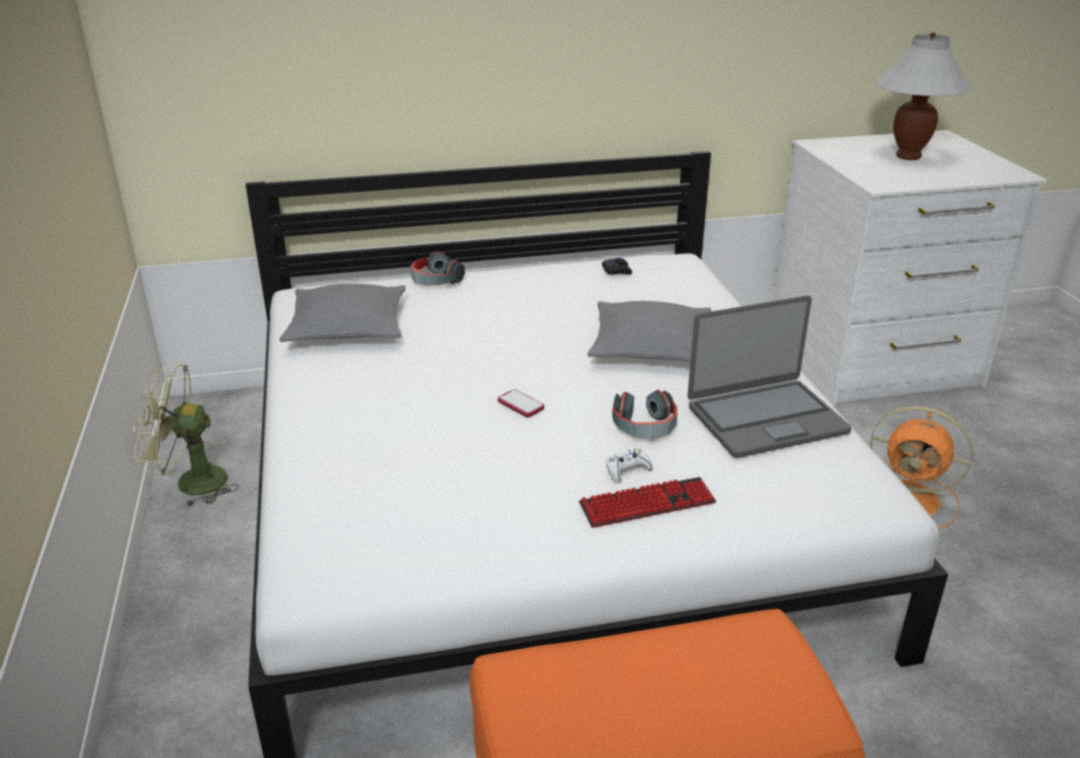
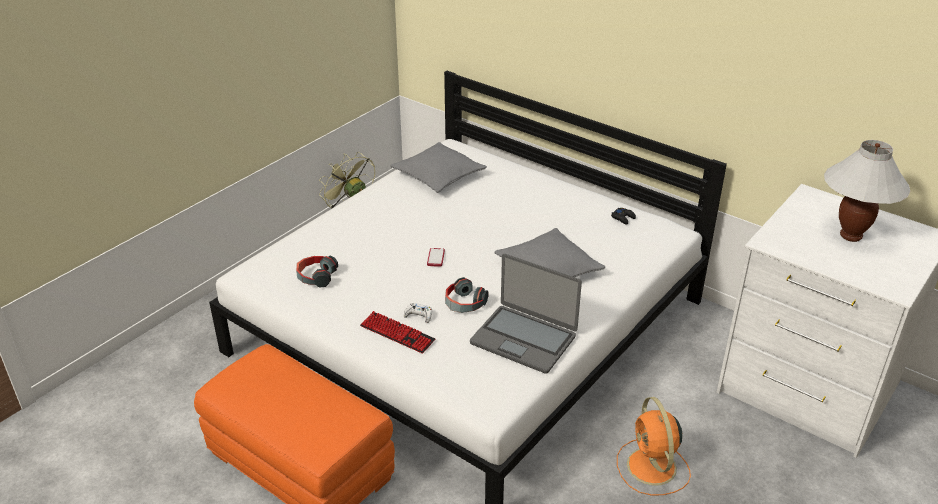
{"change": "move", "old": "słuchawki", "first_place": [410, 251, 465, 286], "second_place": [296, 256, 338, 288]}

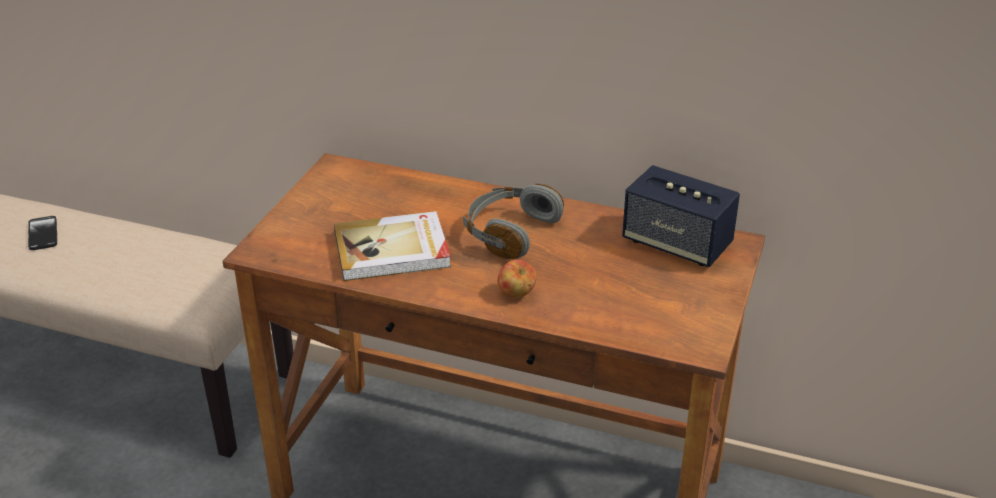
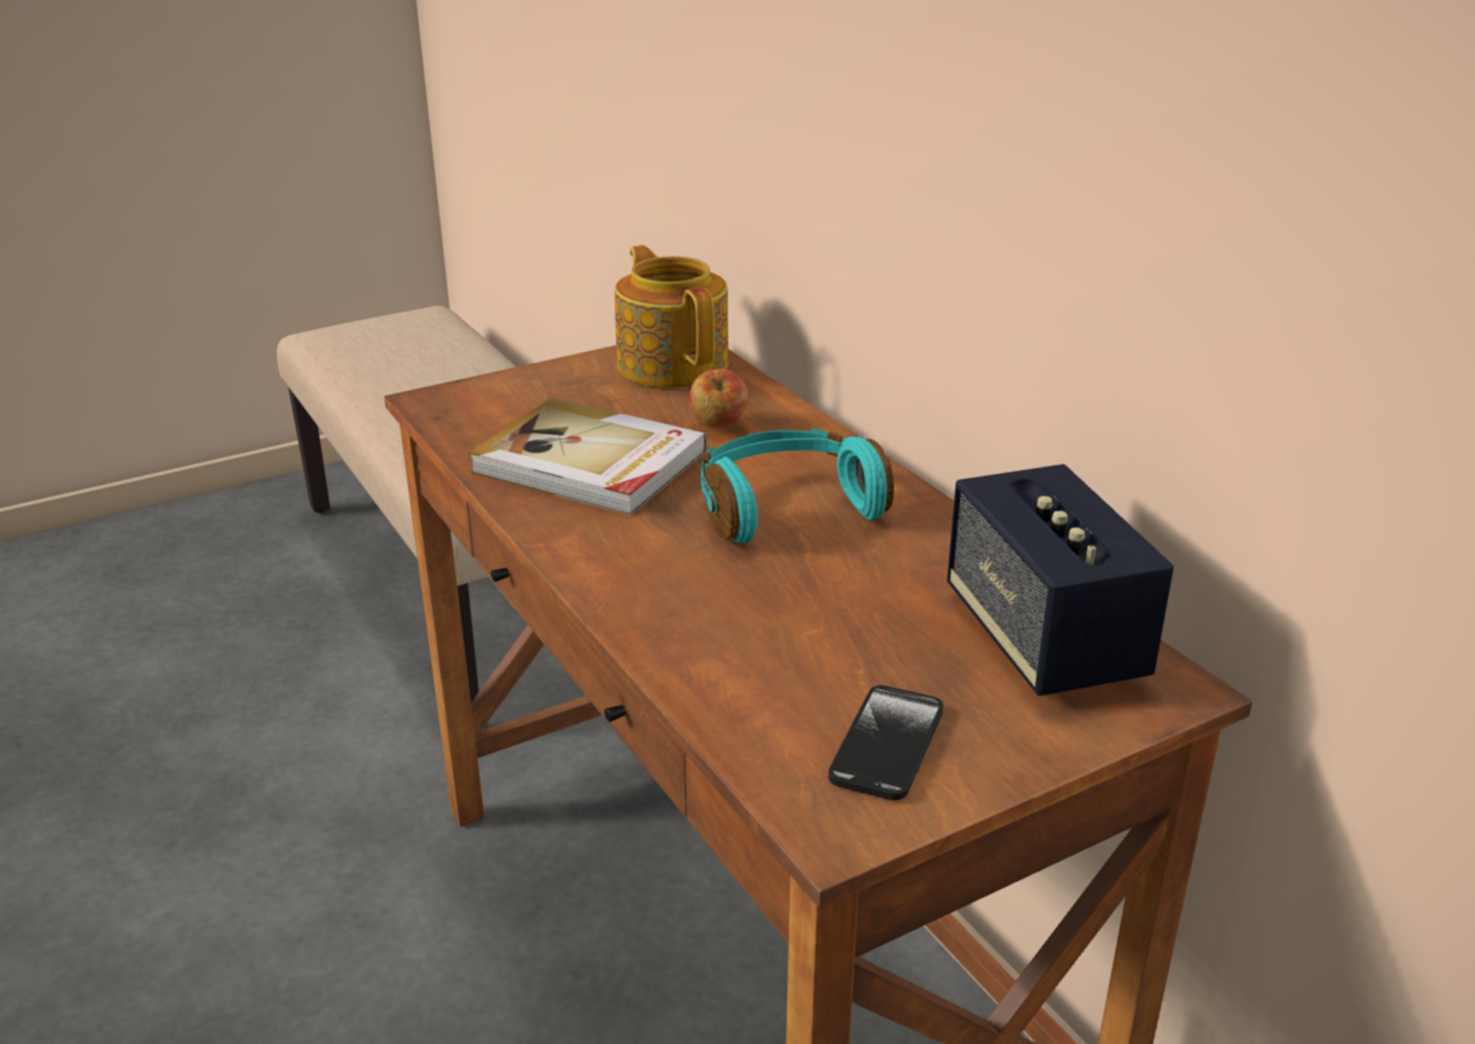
{"change": "insert", "new": "imbryk", "second_place": [615, 245, 728, 388]}
{"change": "move", "old": "jabłko", "first_place": [497, 259, 536, 297], "second_place": [689, 369, 748, 428]}
{"change": "recolor", "old": "słuchawki/szary", "new": "słuchawki/turkusowy", "first_place": [463, 184, 564, 259], "second_place": [701, 428, 894, 543]}
{"change": "move", "old": "telefon", "first_place": [28, 216, 57, 250], "second_place": [828, 685, 944, 800]}

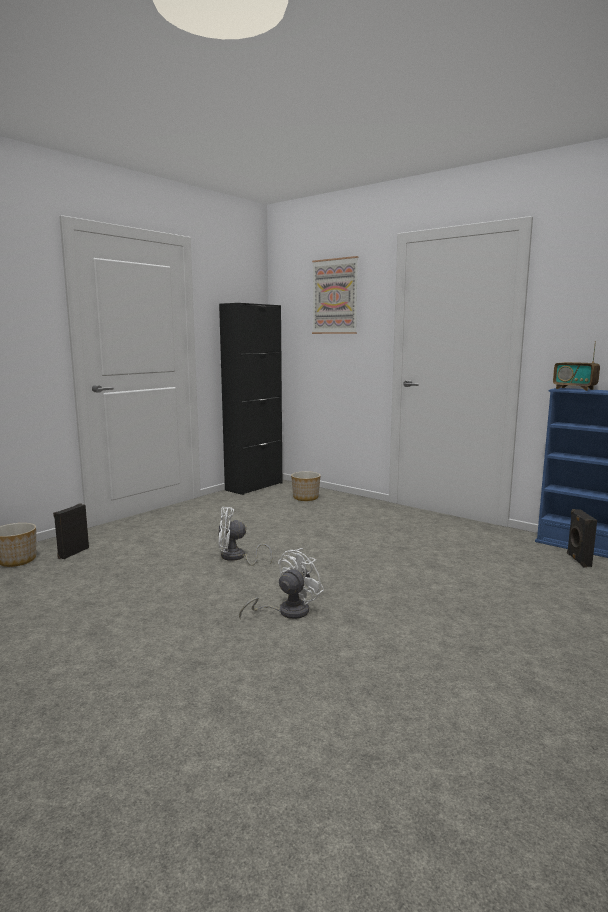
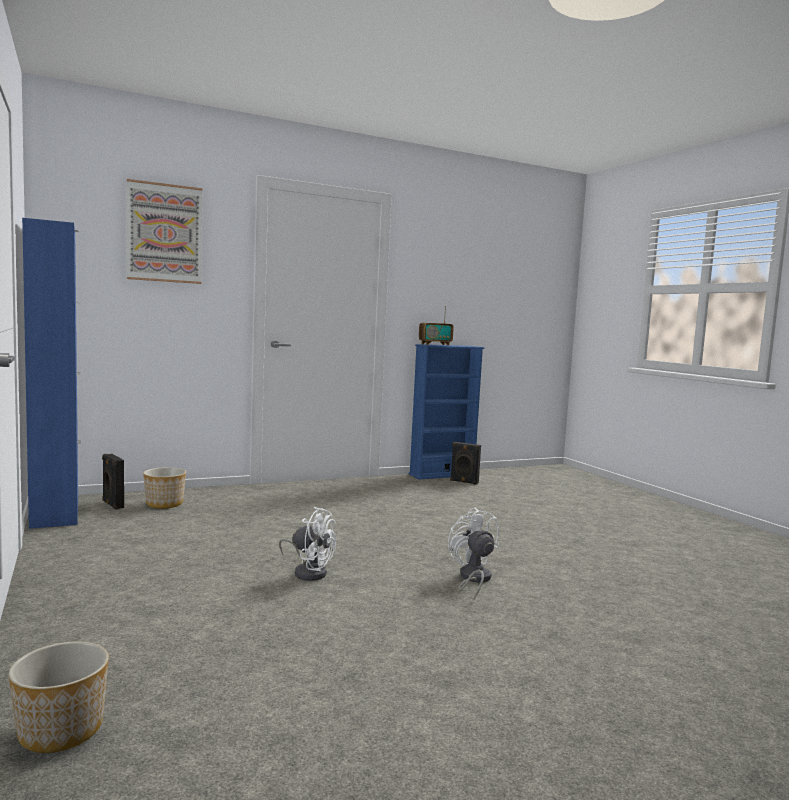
{"change": "recolor", "old": "szafka/czarny", "new": "szafka/niebieski", "first_place": [219, 303, 282, 495], "second_place": [22, 218, 81, 529]}
{"change": "move", "old": "głośnik/czarny", "first_place": [53, 503, 89, 559], "second_place": [102, 454, 124, 510]}
{"change": "rotate", "old": "wentylator/biały", "first_place": [218, 507, 273, 566], "second_place": [279, 507, 336, 581], "degrees": -90}

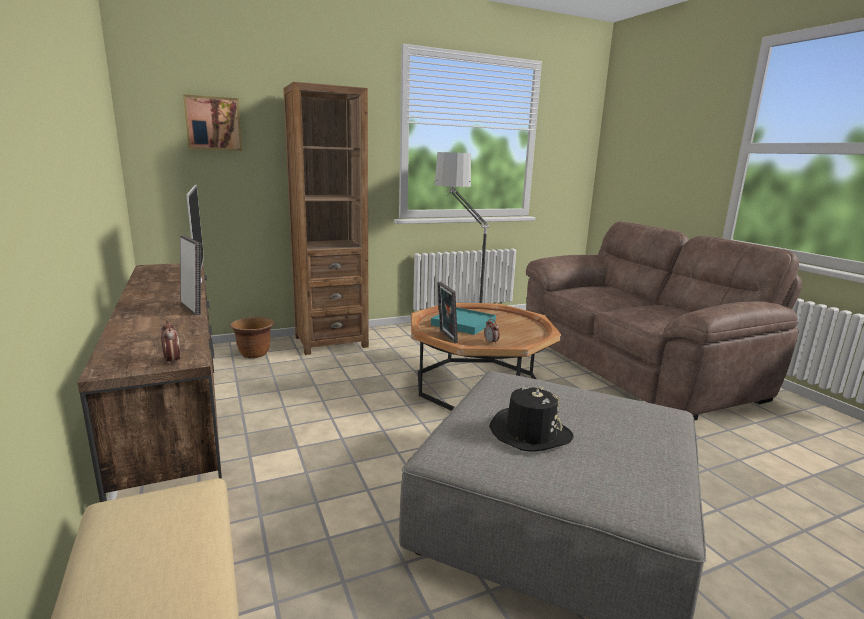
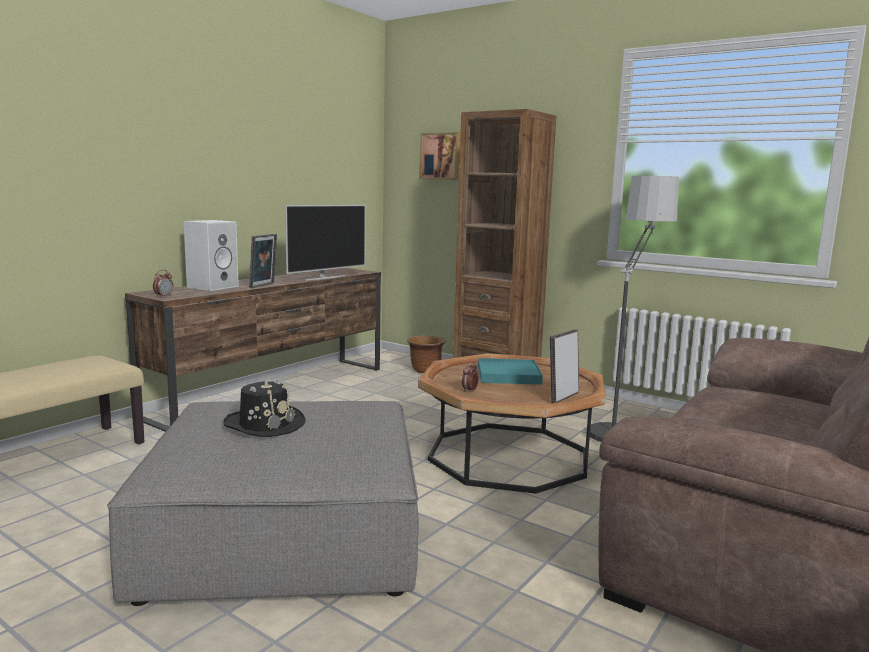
{"change": "insert", "new": "głośnik/biały", "second_place": [183, 220, 239, 291]}
{"change": "move", "old": "ramka na zdjęcie", "first_place": [437, 282, 458, 343], "second_place": [550, 329, 579, 403]}

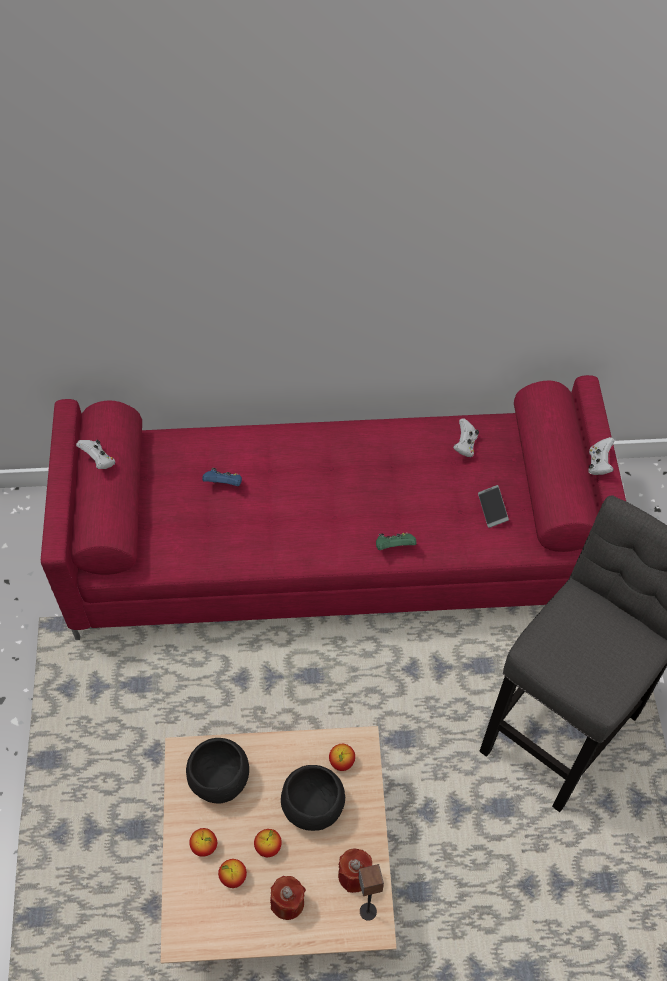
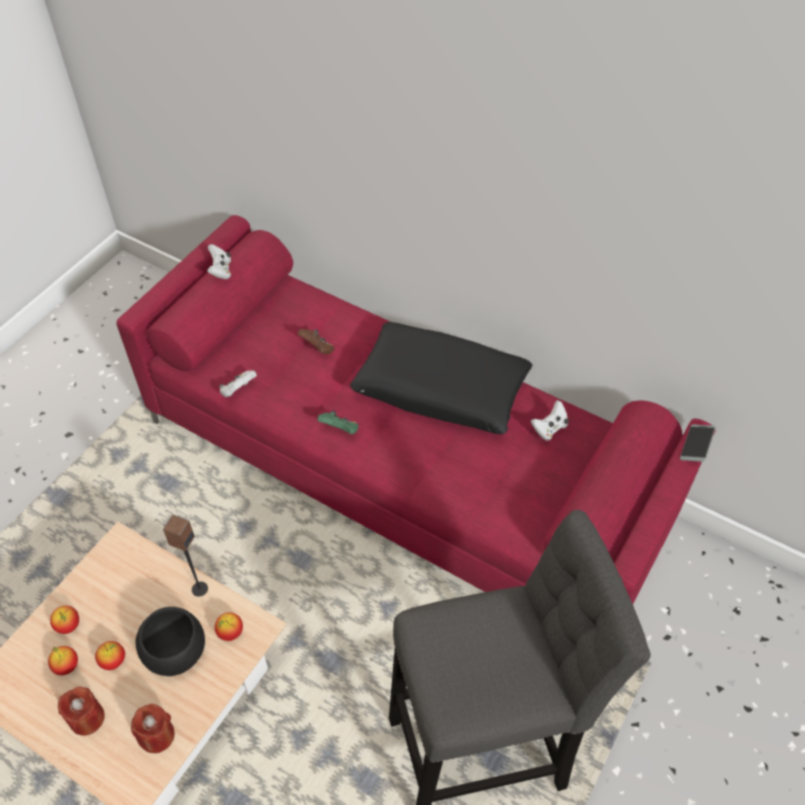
{"change": "move", "old": "głośnik", "first_place": [359, 864, 384, 921], "second_place": [163, 515, 208, 597]}
{"change": "move", "old": "pad do gier/biały", "first_place": [588, 437, 615, 475], "second_place": [219, 371, 257, 397]}
{"change": "recolor", "old": "pad do gier/niebieski", "new": "pad do gier/brązowy", "first_place": [202, 468, 242, 486], "second_place": [298, 329, 334, 354]}
{"change": "move", "old": "pad do gier/zielony", "first_place": [376, 533, 416, 550], "second_place": [317, 410, 359, 434]}
{"change": "insert", "new": "poduszka/czarny", "second_place": [350, 322, 532, 434]}
{"change": "move", "old": "telefon", "first_place": [478, 485, 509, 528], "second_place": [680, 424, 716, 462]}
{"change": "delete", "old": "miska/czarny", "first_place": [186, 738, 249, 804]}

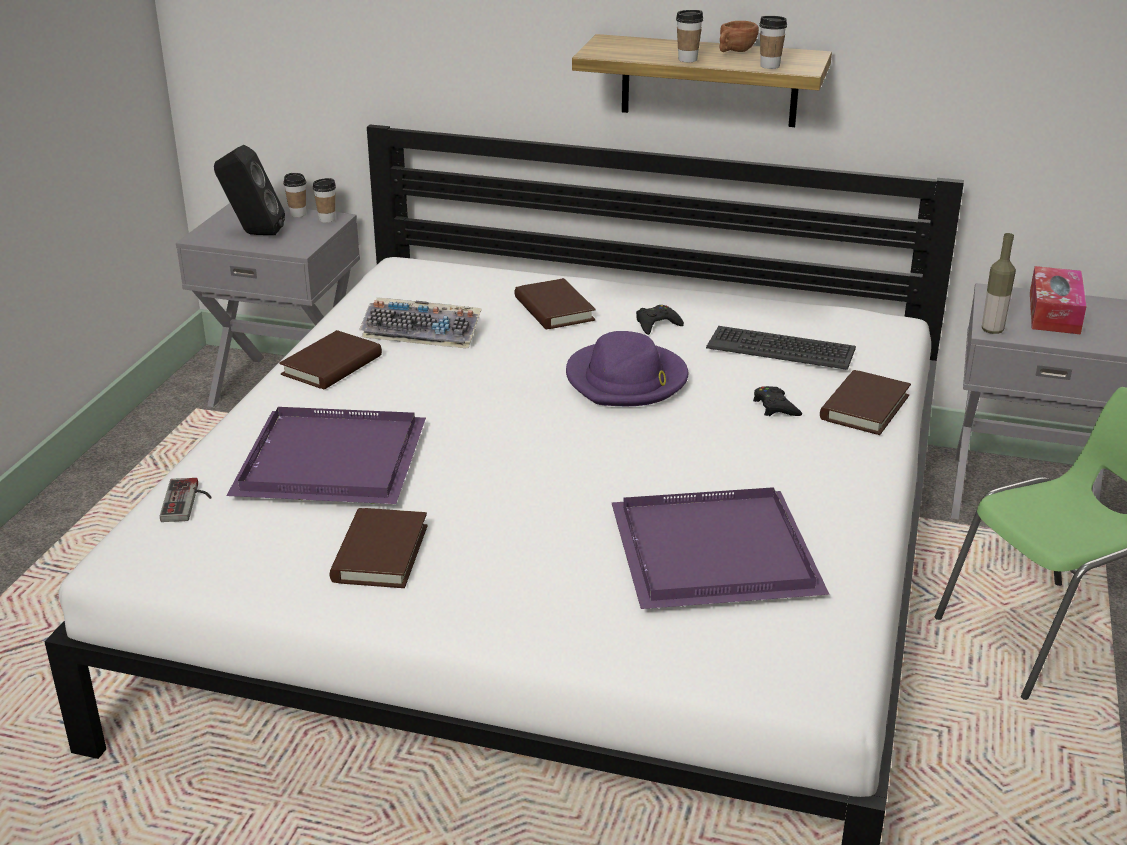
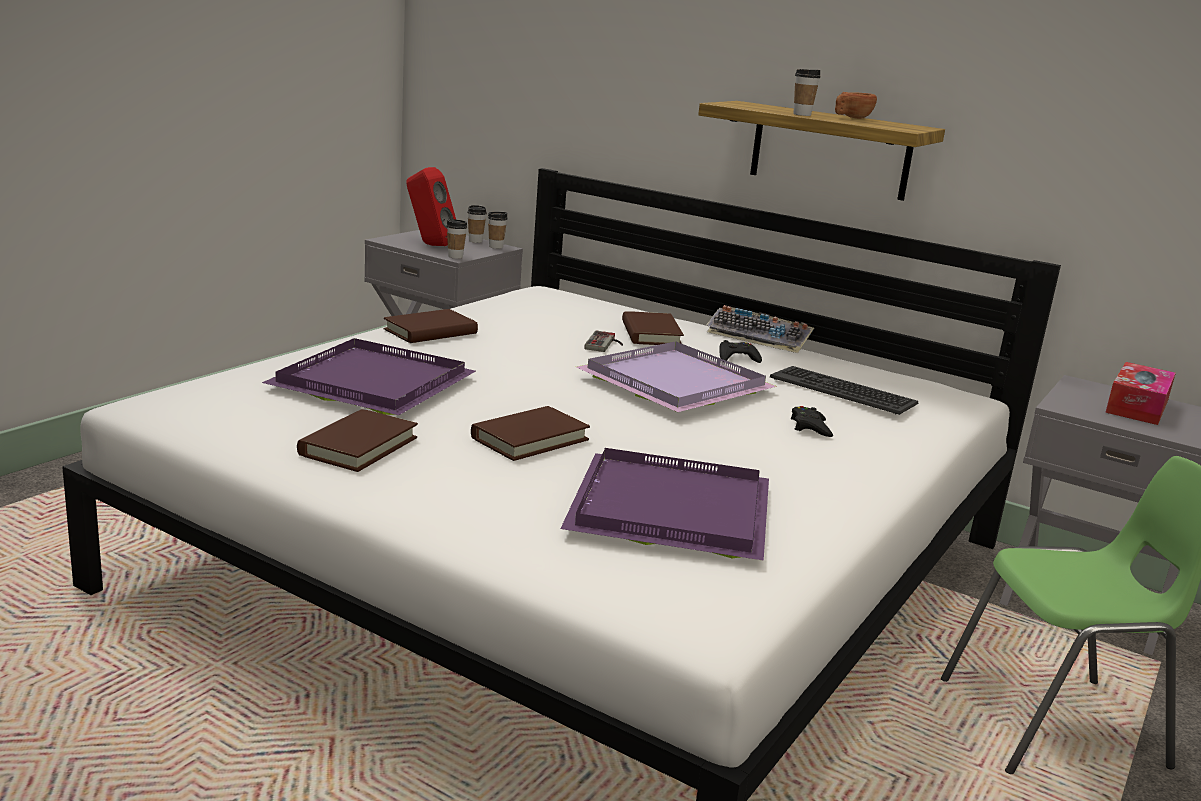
{"change": "recolor", "old": "głośnik/czarny", "new": "głośnik/czerwony", "first_place": [214, 145, 285, 235], "second_place": [406, 167, 456, 246]}
{"change": "move", "old": "filiżanka", "first_place": [759, 16, 787, 69], "second_place": [446, 219, 467, 259]}
{"change": "move", "old": "książka/brązowy", "first_place": [820, 370, 911, 435], "second_place": [471, 406, 590, 461]}
{"change": "replace", "old": "kapelusz/fioletowy", "new": "taca/fioletowy", "first_place": [566, 331, 688, 406], "second_place": [576, 341, 777, 412]}
{"change": "move", "old": "pad do gier", "first_place": [160, 478, 212, 522], "second_place": [584, 331, 623, 352]}
{"change": "move", "old": "klawiatura", "first_place": [359, 297, 482, 349], "second_place": [706, 305, 814, 353]}
{"change": "delete", "old": "butelka", "first_place": [982, 233, 1016, 334]}

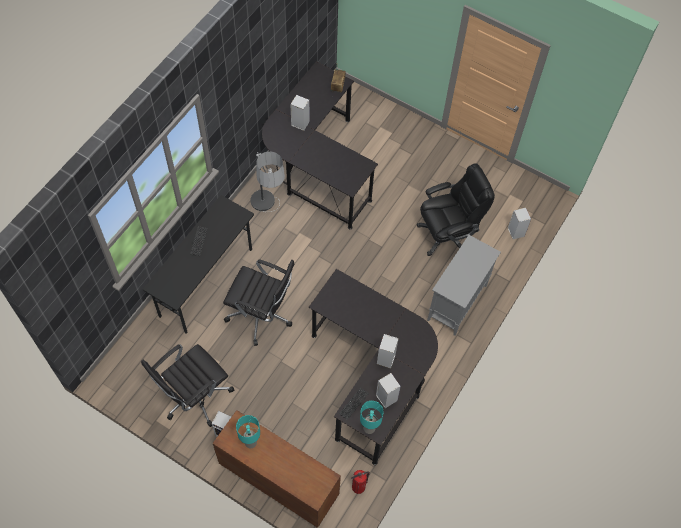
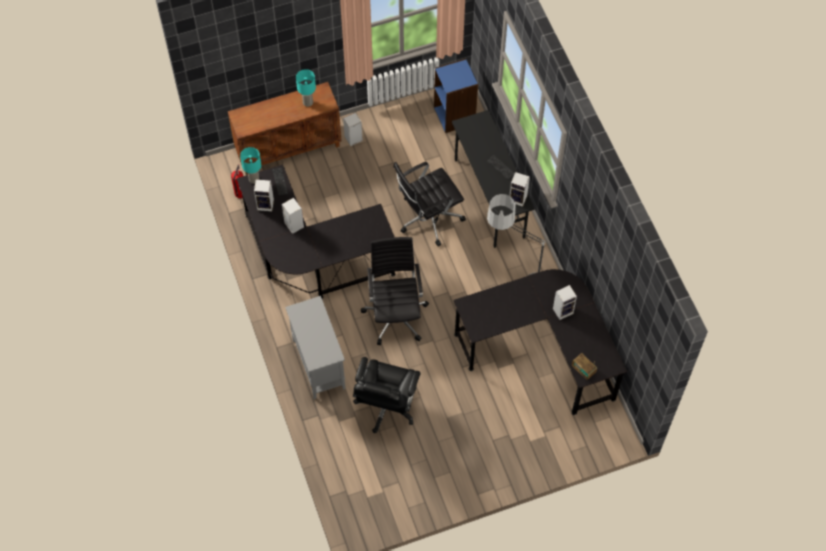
{"change": "move", "old": "krzesło biurowe/czarny", "first_place": [141, 344, 234, 427], "second_place": [361, 237, 429, 345]}
{"change": "insert", "new": "regał/niebieski", "second_place": [434, 59, 478, 133]}
{"change": "move", "old": "głośnik", "first_place": [508, 207, 531, 239], "second_place": [510, 172, 530, 207]}

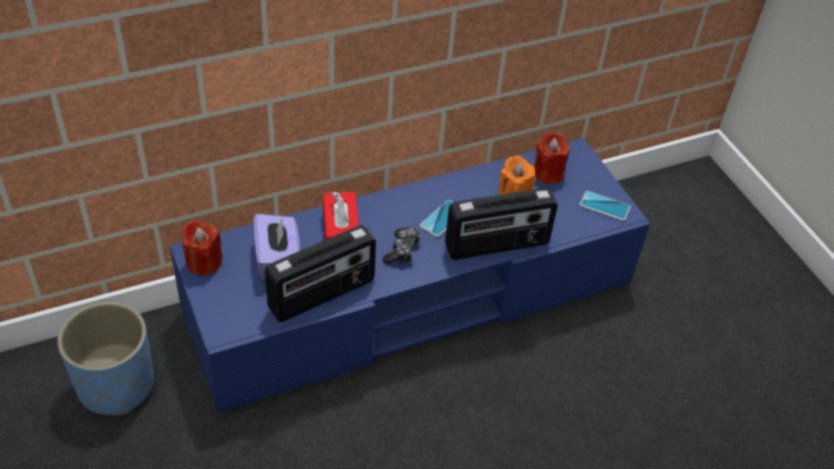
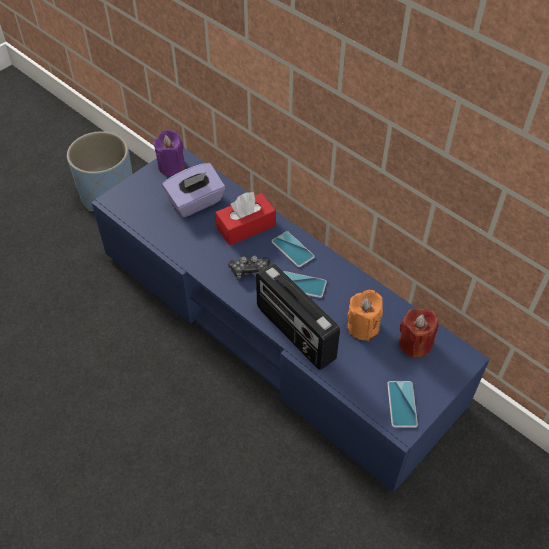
{"change": "recolor", "old": "świeca/czerwony", "new": "świeca/fioletowy", "first_place": [182, 220, 223, 276], "second_place": [153, 130, 185, 175]}
{"change": "insert", "new": "telefon", "second_place": [272, 231, 315, 267]}
{"change": "delete", "old": "radio", "first_place": [265, 225, 376, 322]}

